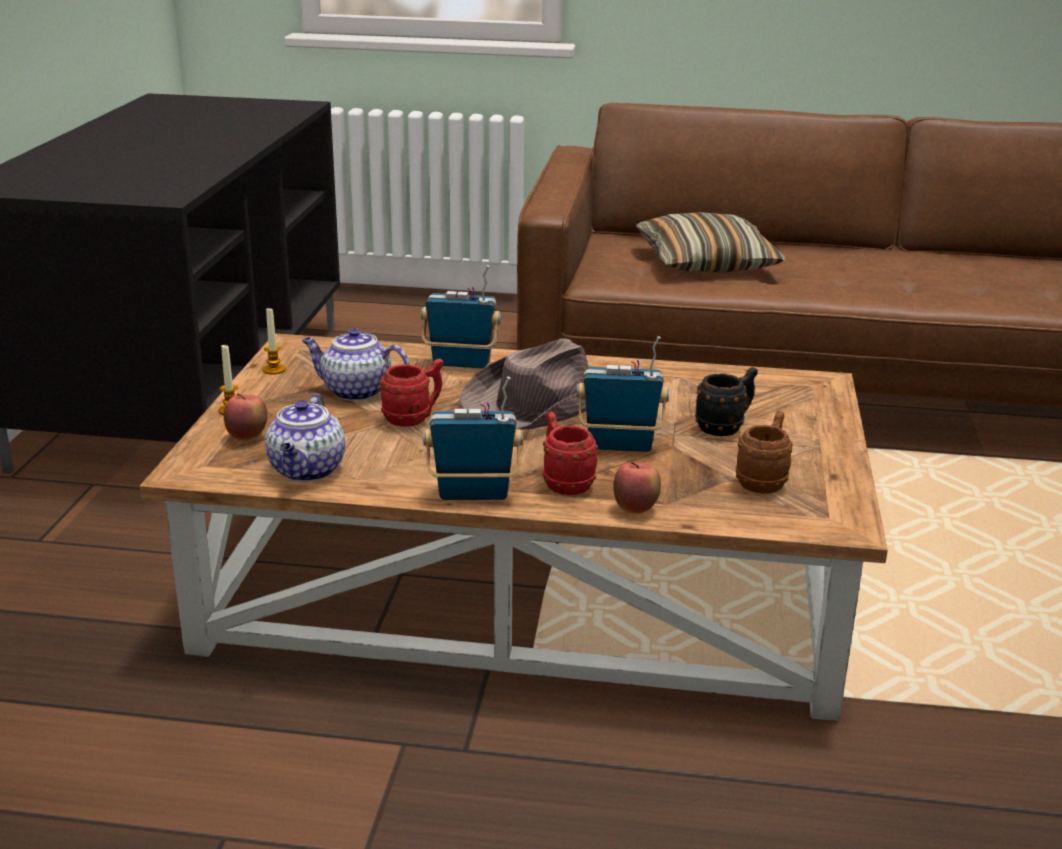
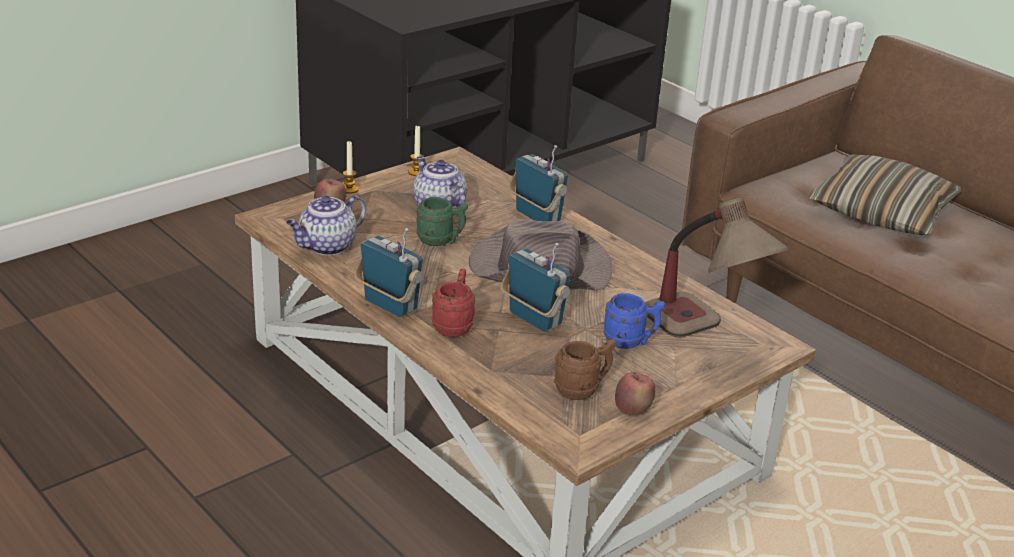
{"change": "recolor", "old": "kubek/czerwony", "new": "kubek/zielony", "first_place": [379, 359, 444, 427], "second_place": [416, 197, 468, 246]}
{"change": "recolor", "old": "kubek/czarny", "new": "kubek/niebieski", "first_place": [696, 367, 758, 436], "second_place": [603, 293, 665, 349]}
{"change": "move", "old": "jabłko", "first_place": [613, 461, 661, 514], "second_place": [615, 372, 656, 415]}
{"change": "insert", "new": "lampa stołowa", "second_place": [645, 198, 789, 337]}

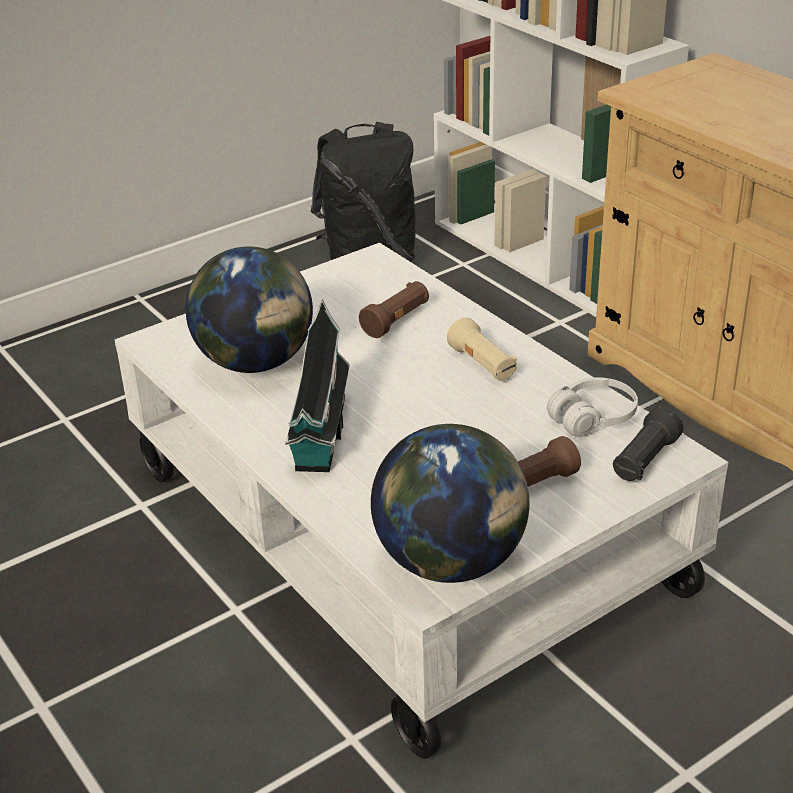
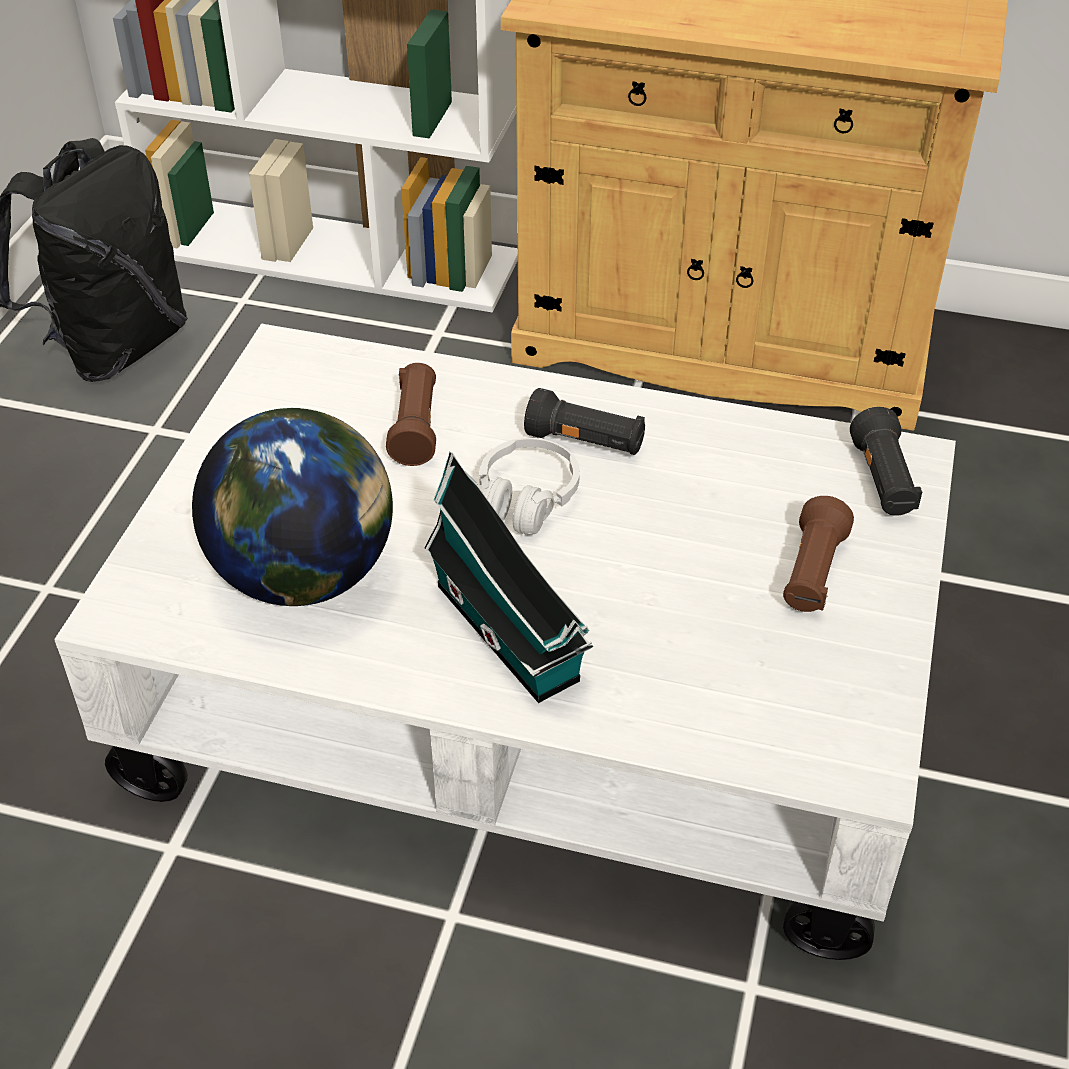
{"change": "move", "old": "słuchawki/biały", "first_place": [547, 377, 638, 437], "second_place": [479, 438, 580, 535]}
{"change": "recolor", "old": "latarka/beżowy", "new": "latarka/czarny", "first_place": [447, 318, 517, 381], "second_place": [524, 388, 645, 455]}
{"change": "delete", "old": "globus", "first_place": [371, 424, 529, 583]}

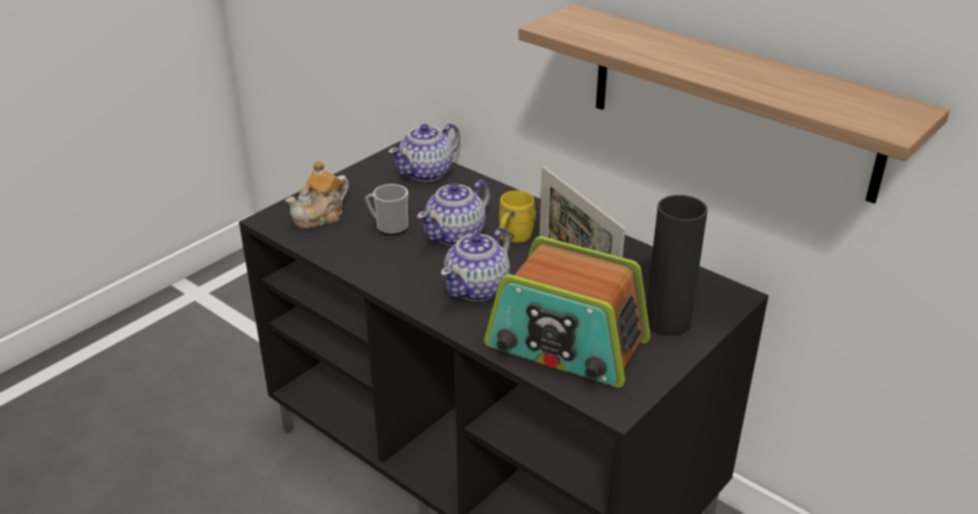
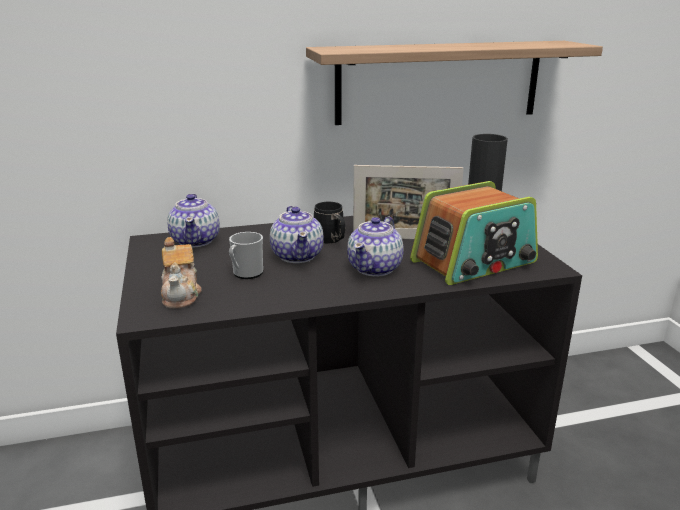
{"change": "recolor", "old": "kubek/żółty", "new": "kubek/czarny", "first_place": [499, 191, 536, 243], "second_place": [314, 202, 345, 244]}
{"change": "rotate", "old": "imbryk", "first_place": [441, 227, 510, 302], "second_place": [347, 216, 404, 276], "degrees": 45}

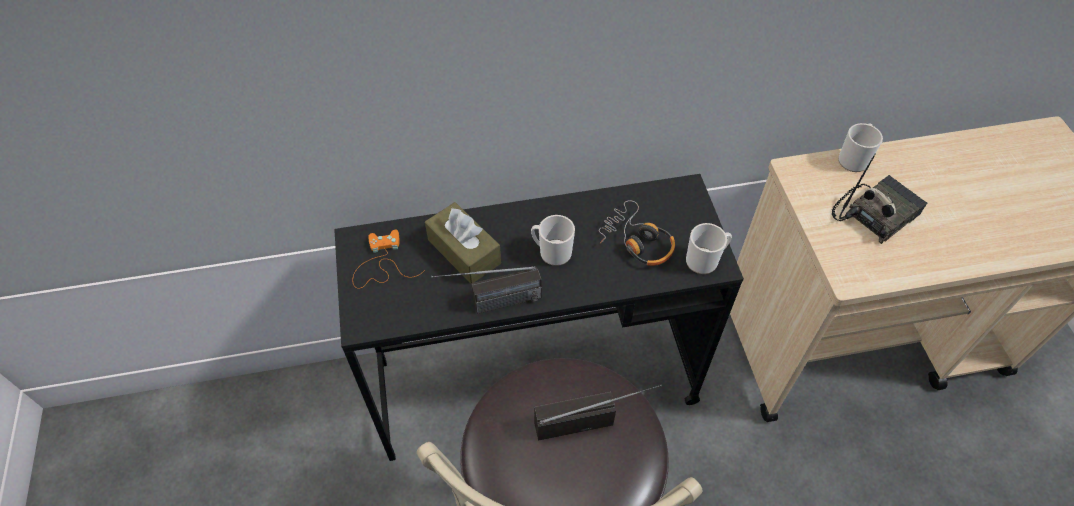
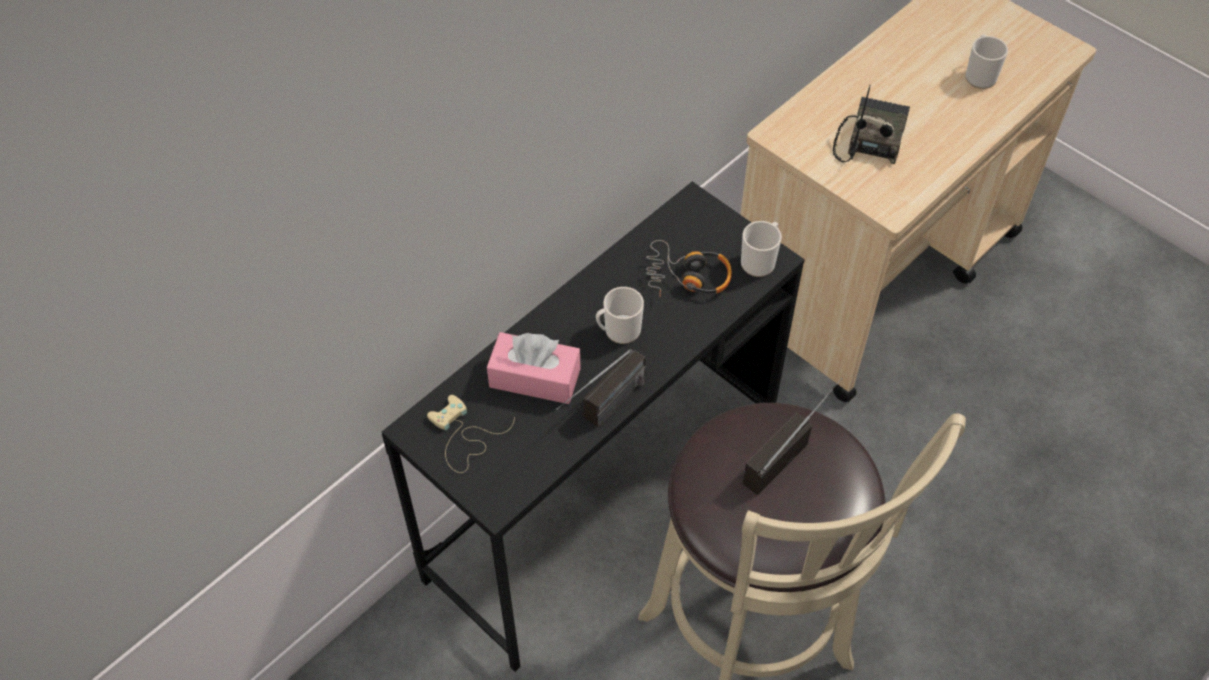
{"change": "recolor", "old": "pad do gier/pomarańczowy", "new": "pad do gier/beżowy", "first_place": [352, 230, 425, 288], "second_place": [427, 395, 515, 473]}
{"change": "recolor", "old": "pudełko chusteczek/brązowy", "new": "pudełko chusteczek/różowy", "first_place": [425, 202, 501, 284], "second_place": [487, 332, 580, 404]}
{"change": "move", "old": "kubek", "first_place": [838, 123, 883, 172], "second_place": [965, 35, 1008, 89]}

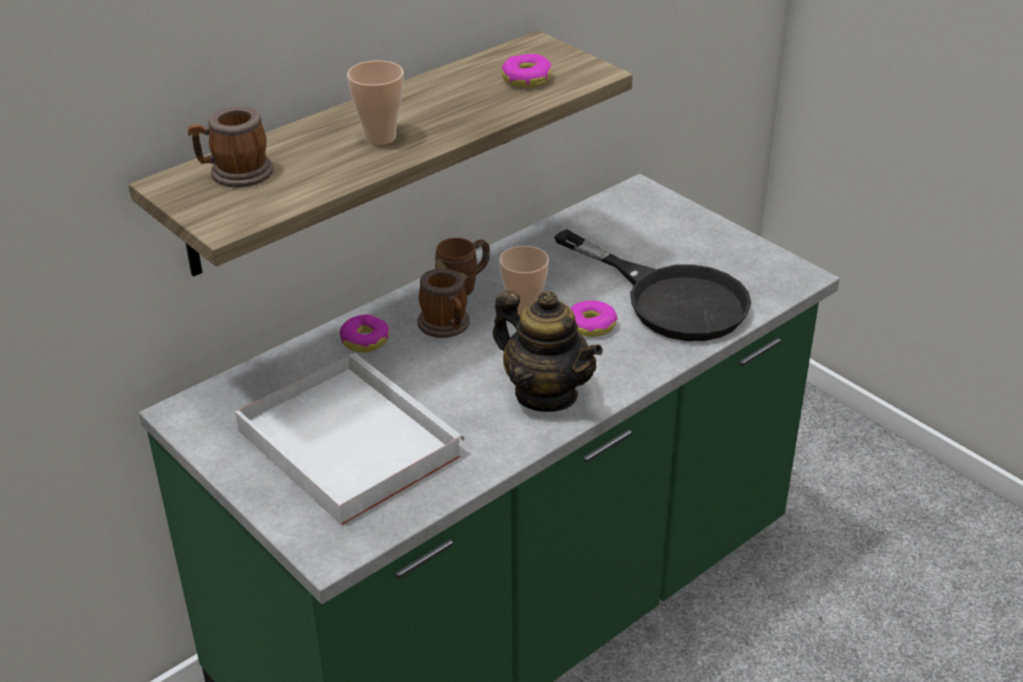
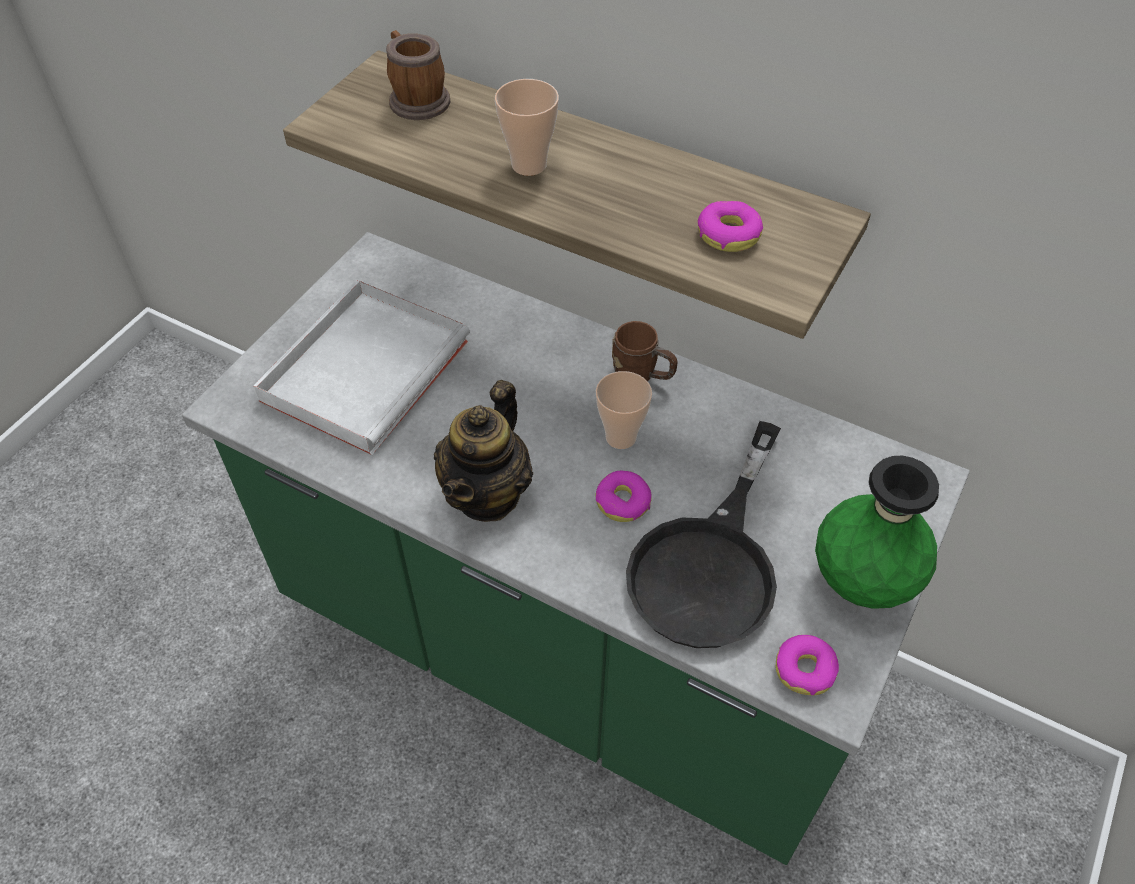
{"change": "move", "old": "donut", "first_place": [340, 314, 389, 353], "second_place": [776, 635, 839, 695]}
{"change": "insert", "new": "wazon/zielony", "second_place": [815, 456, 939, 609]}
{"change": "delete", "old": "kubek", "first_place": [418, 269, 470, 338]}

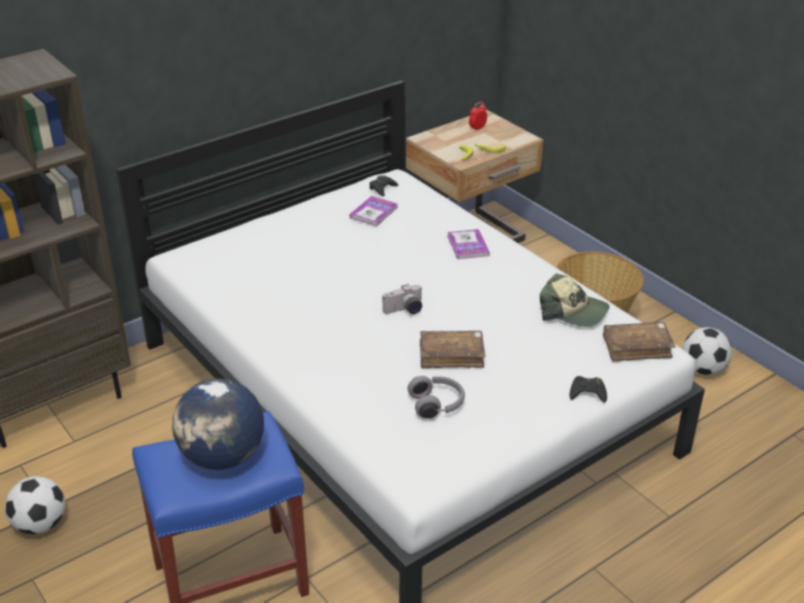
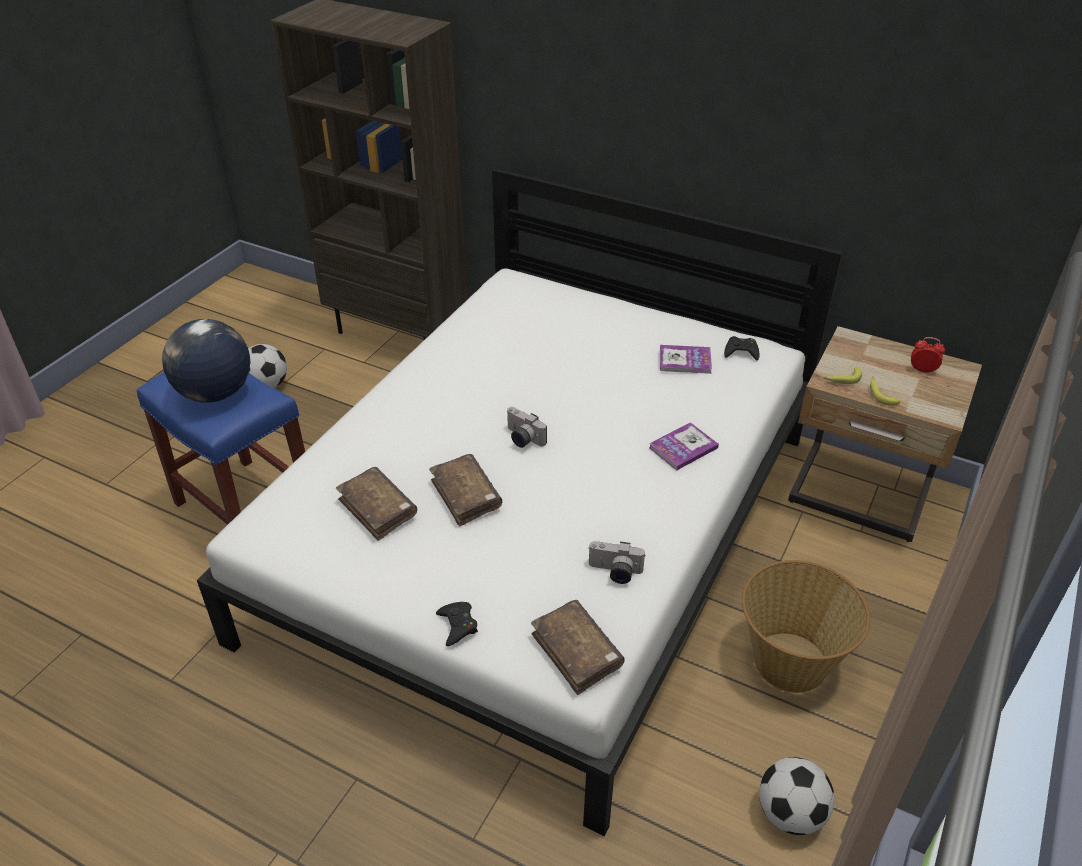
{"change": "replace", "old": "słuchawki/szary", "new": "książka/brązowy", "first_place": [408, 376, 465, 419], "second_place": [336, 467, 417, 541]}
{"change": "replace", "old": "czapka z daszkiem", "new": "aparat fotograficzny", "first_place": [540, 273, 609, 327], "second_place": [588, 541, 646, 584]}

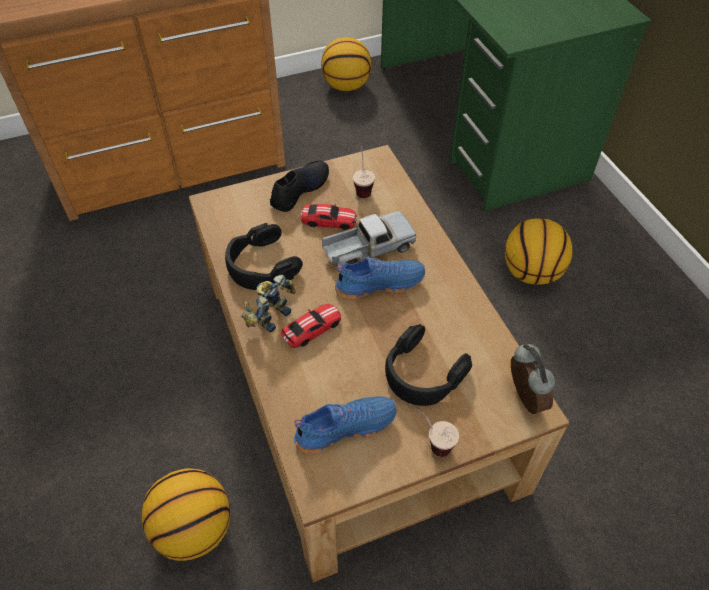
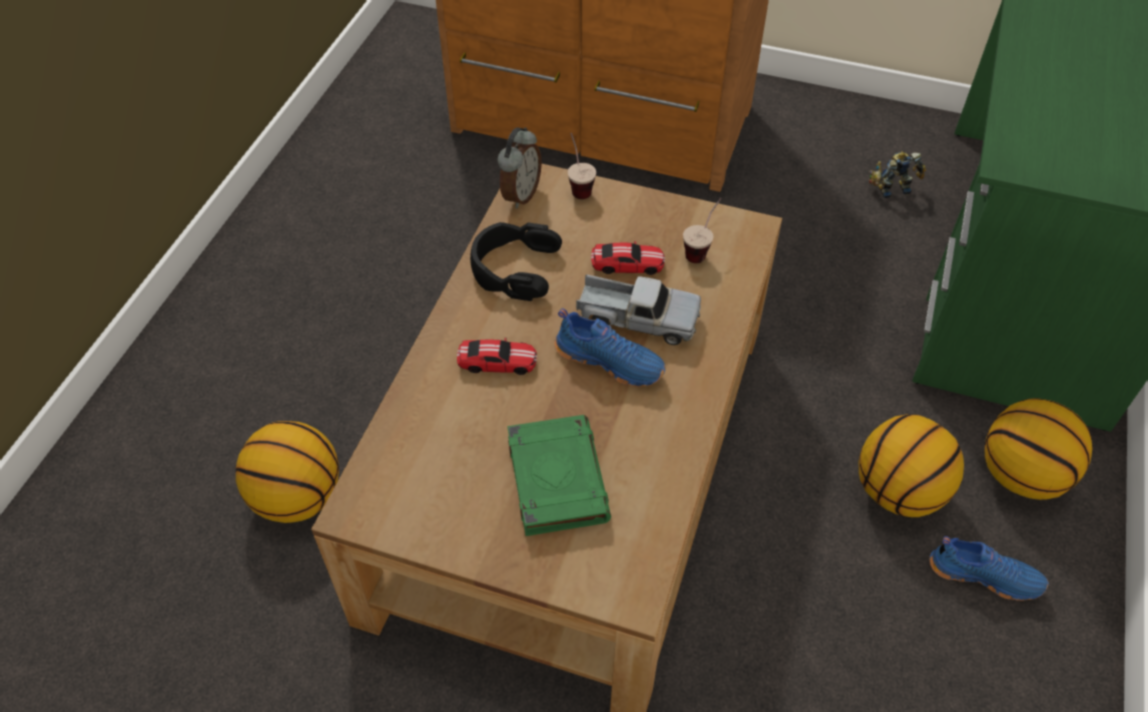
{"change": "move", "old": "budzik", "first_place": [511, 343, 555, 414], "second_place": [497, 127, 542, 209]}
{"change": "replace", "old": "słuchawki/czarny", "new": "książka/zielony", "first_place": [385, 324, 472, 406], "second_place": [507, 415, 611, 536]}
{"change": "move", "old": "filiżanka", "first_place": [410, 405, 459, 457], "second_place": [568, 133, 596, 199]}
{"change": "rotate", "old": "samochodzik", "first_place": [301, 204, 357, 230], "second_place": [591, 241, 665, 275], "degrees": -45}
{"change": "move", "old": "robot zabawkowy", "first_place": [241, 275, 296, 332], "second_place": [869, 151, 926, 198]}
{"change": "move", "old": "but/niebieski", "first_place": [294, 396, 397, 454], "second_place": [929, 536, 1049, 601]}
{"change": "move", "old": "piłka do koszykówki", "first_place": [321, 37, 371, 91], "second_place": [985, 398, 1093, 500]}
{"change": "delete", "old": "but/czarny", "first_place": [270, 161, 329, 212]}

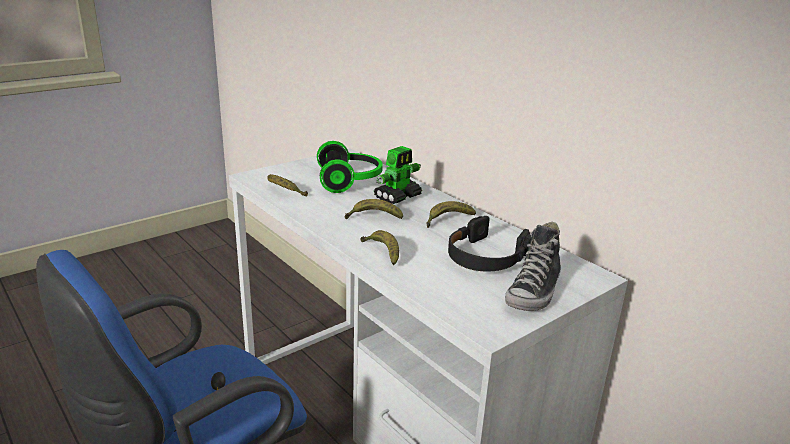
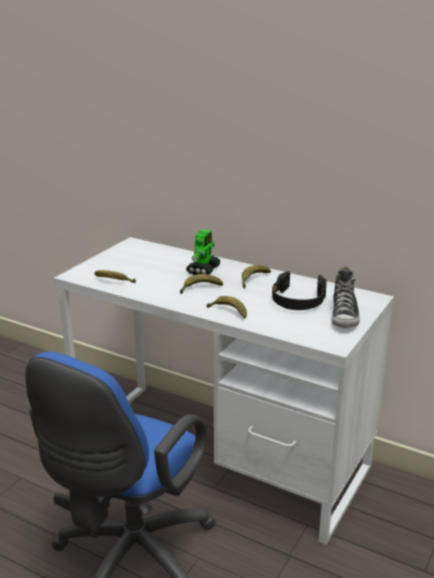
{"change": "delete", "old": "słuchawki", "first_place": [317, 141, 383, 193]}

